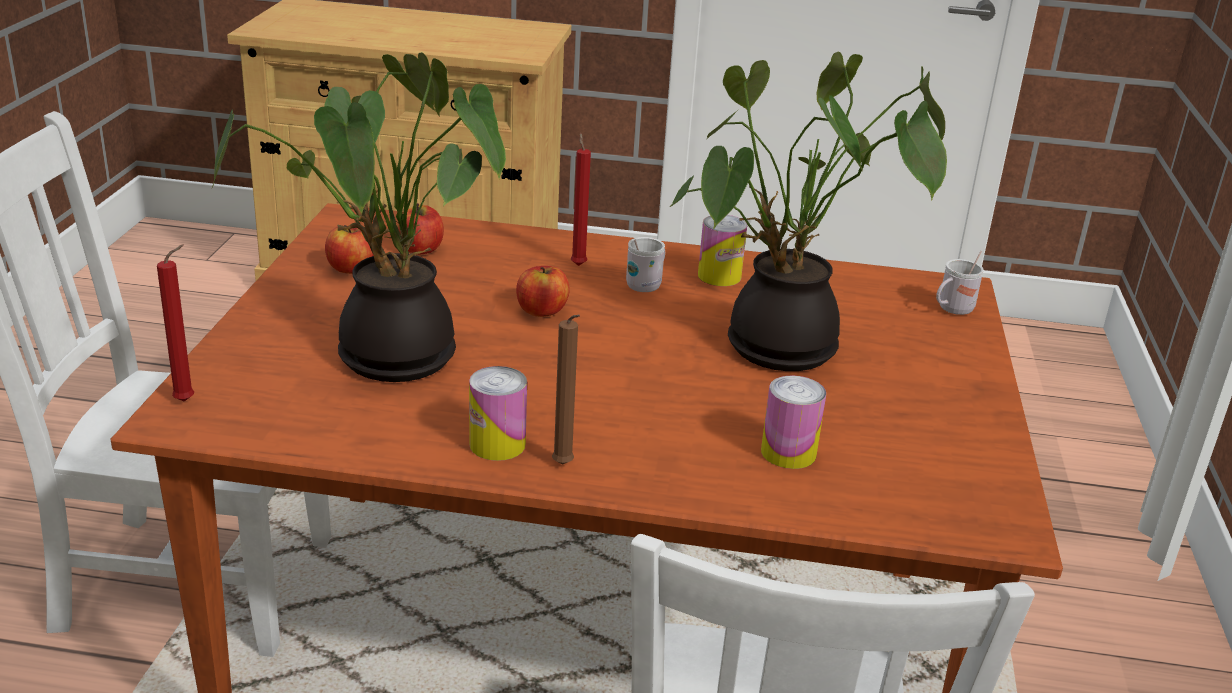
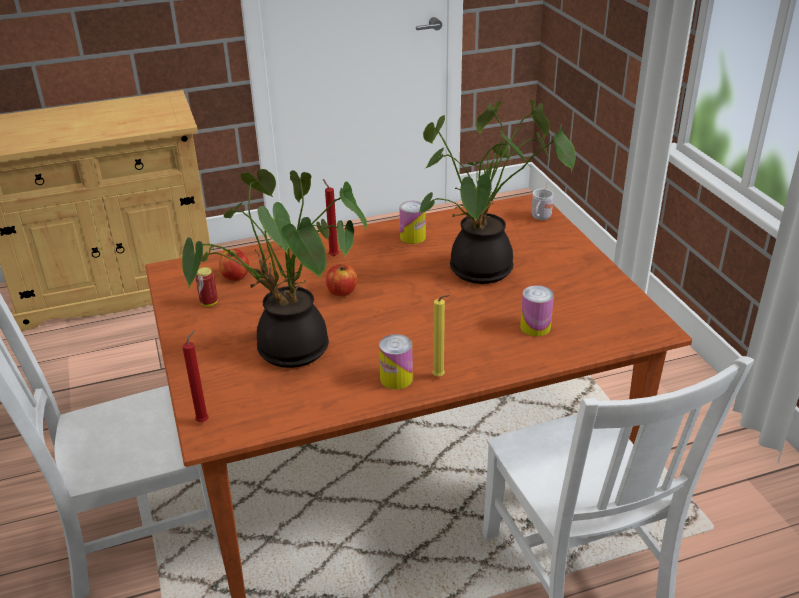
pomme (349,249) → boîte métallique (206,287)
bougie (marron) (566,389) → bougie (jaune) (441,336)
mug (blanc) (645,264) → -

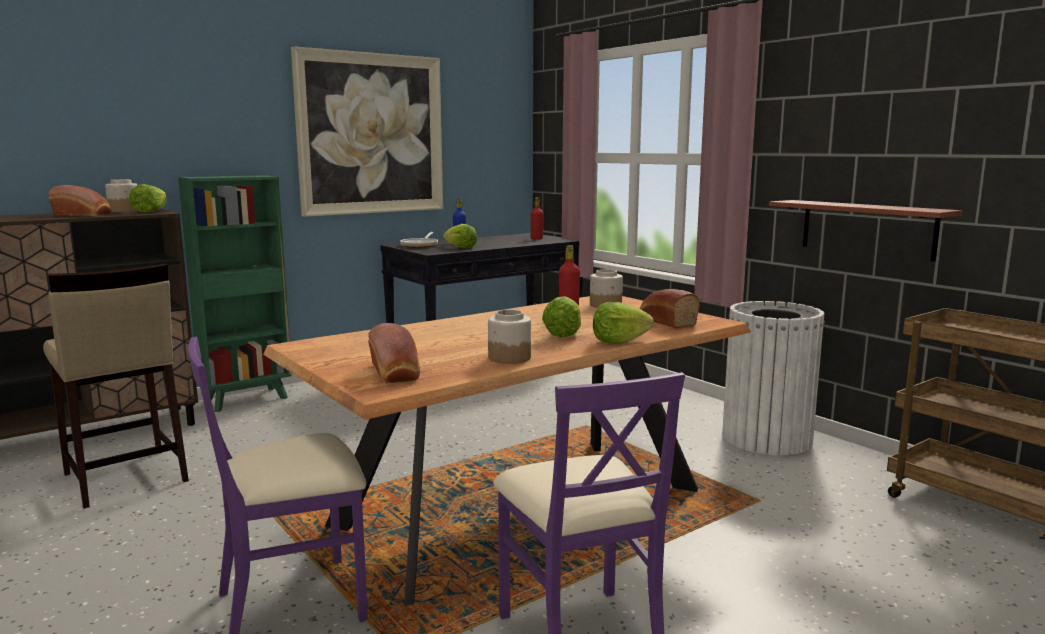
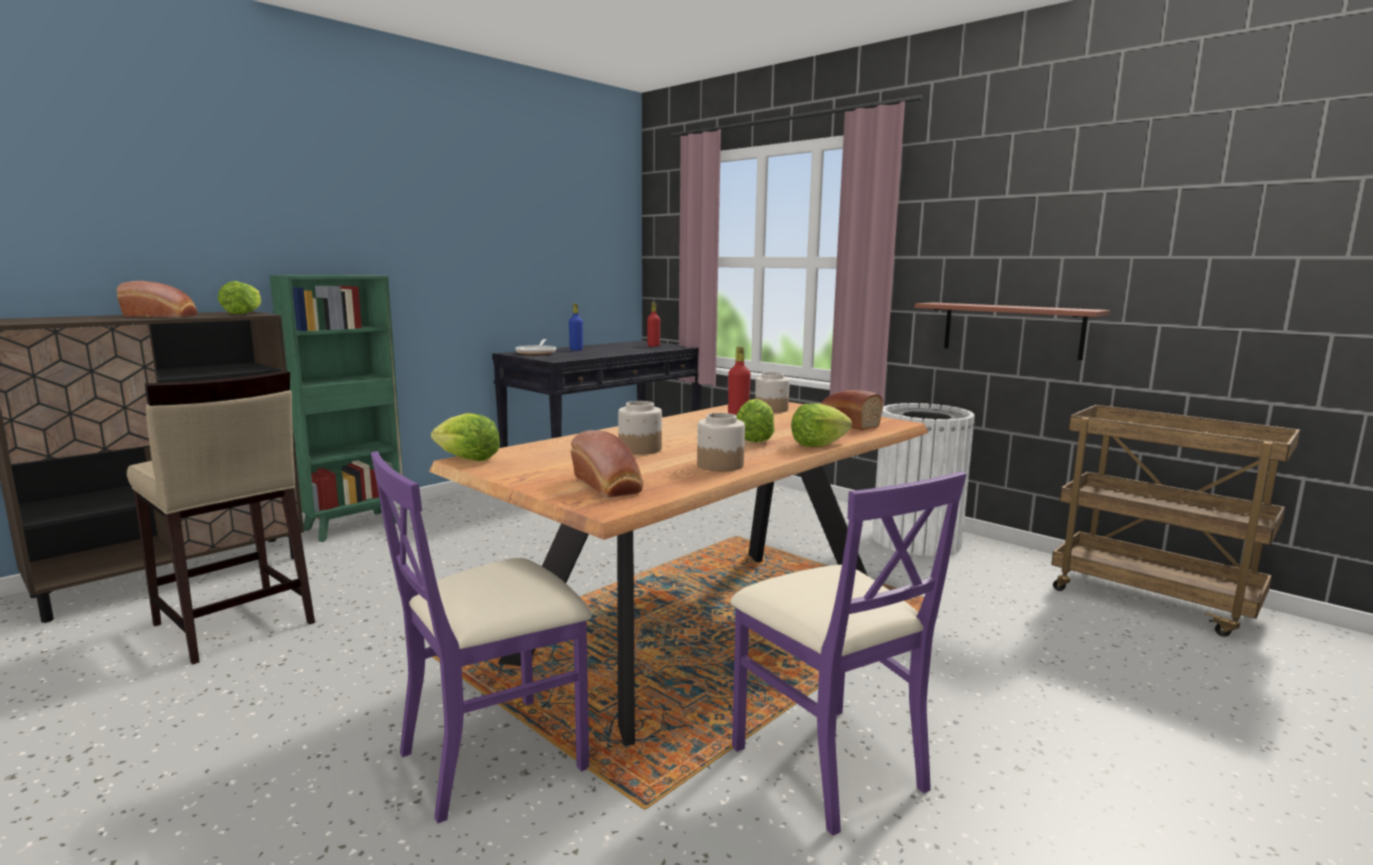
laitue (460,236) → laitue (465,437), relocated
bocal (121,195) → bocal (640,428), relocated
tableau (367,131) → -

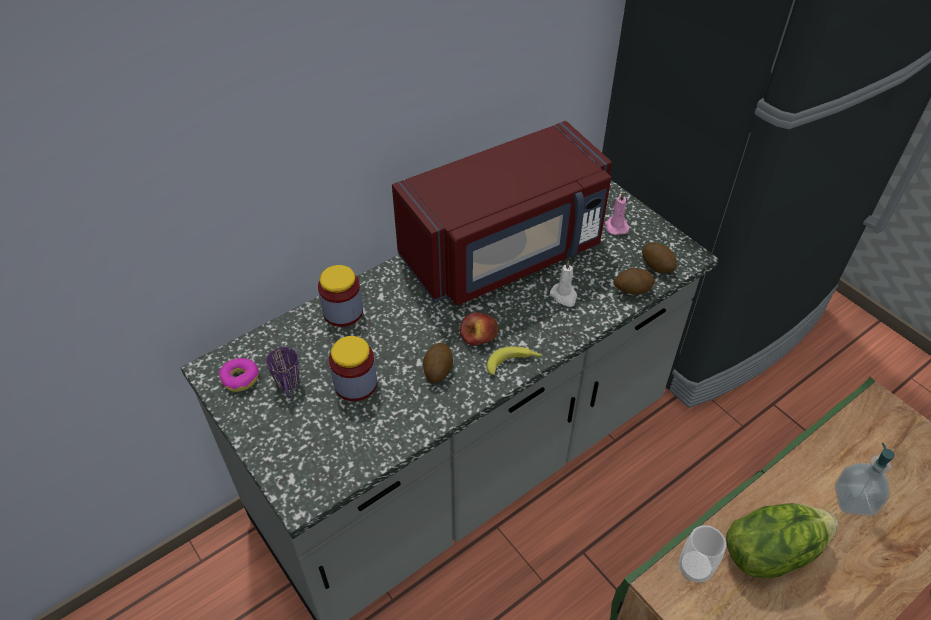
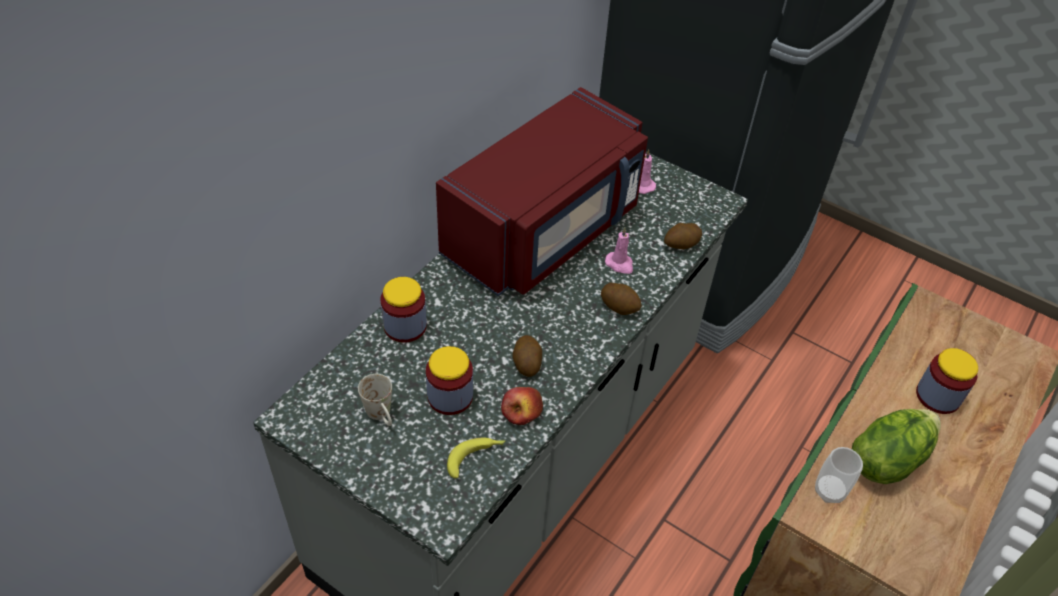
mug (violet) (282,372) → mug (blanc) (375,400)
banane (515,360) → banane (476,458), relocated
pomme (479,329) → pomme (522,406), relocated
pomme de terre (659,257) → pomme de terre (621,299), relocated
bougie (blanc) (563,283) → bougie (rose) (619,251)
distributeur de savon (865,479) → bocal (947,381)
beignet (239,375) → -

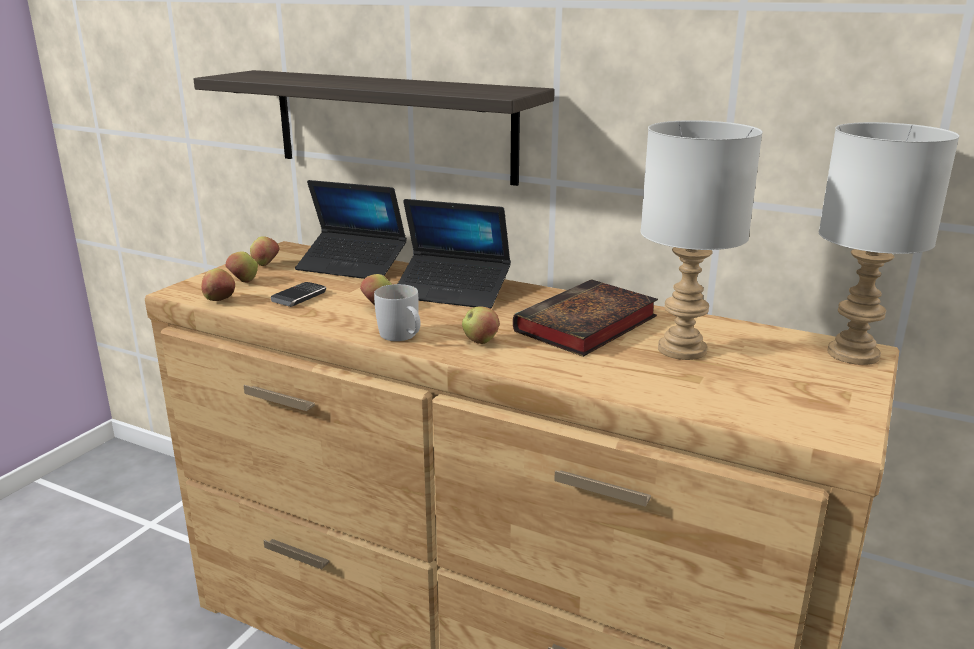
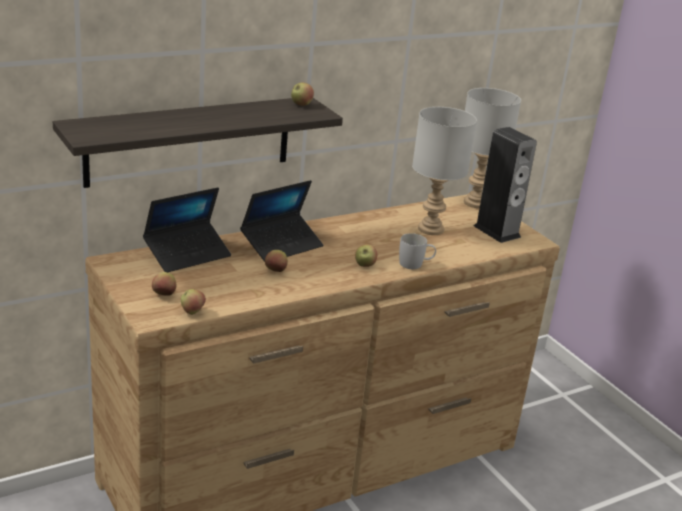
pomme (265,251) → pomme (302,94), relocated
mug (blanc) (397,312) → mug (blanc) (417,251), relocated
- → enceinte (505,185)
téléphone (298,294) → -
livre (585,318) → -

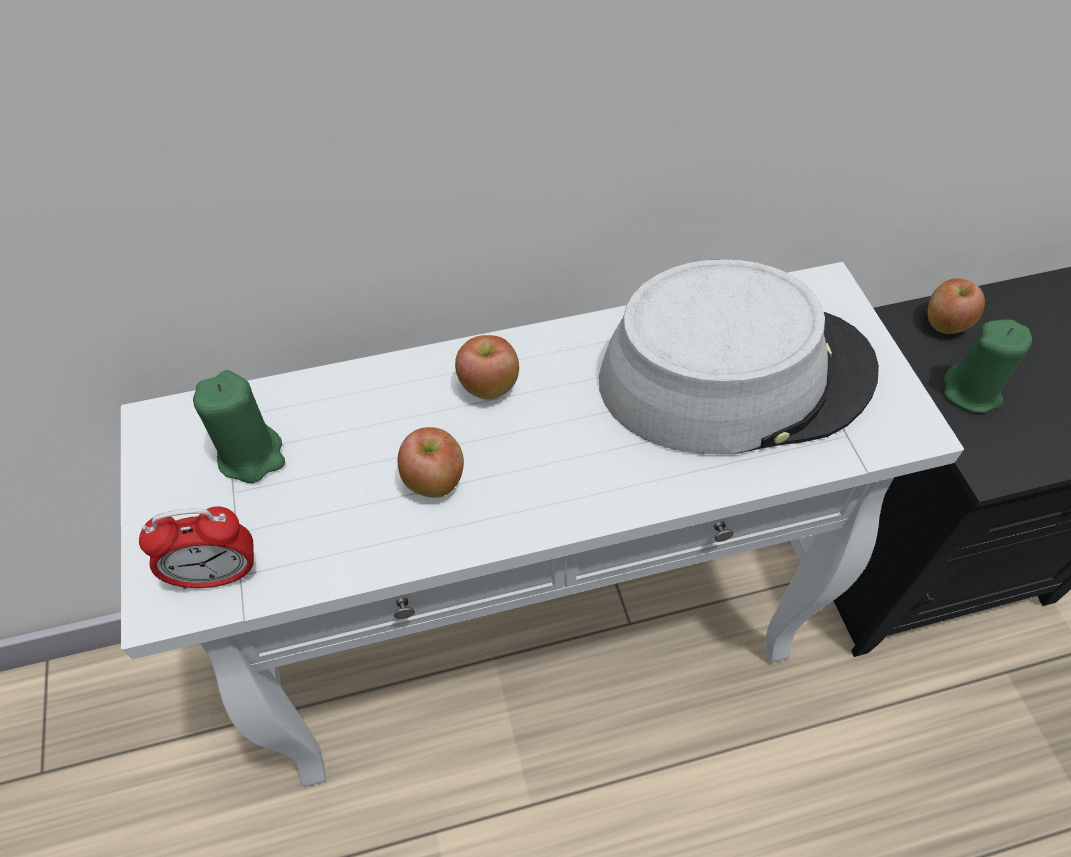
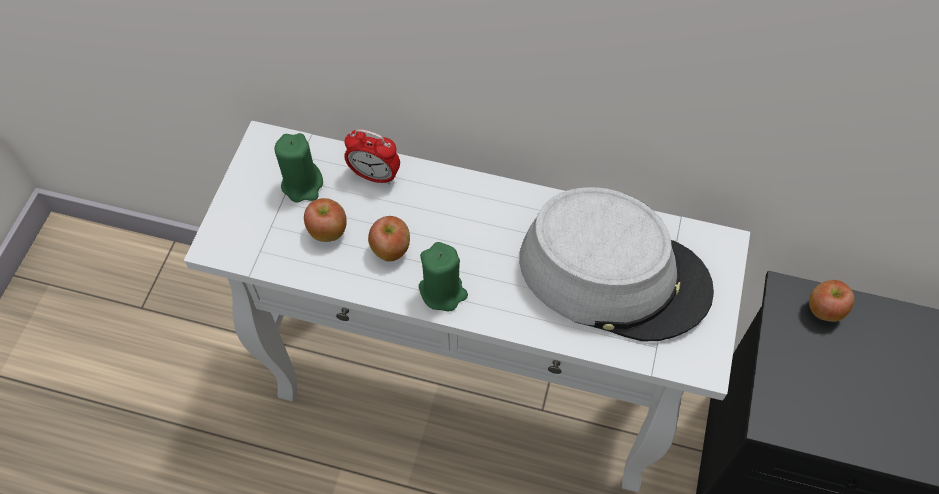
pomme (487,367) → pomme (325,220), relocated
réveil (196,547) → réveil (372,157), relocated
bougie (vert) (988,366) → bougie (vert) (443,276), relocated

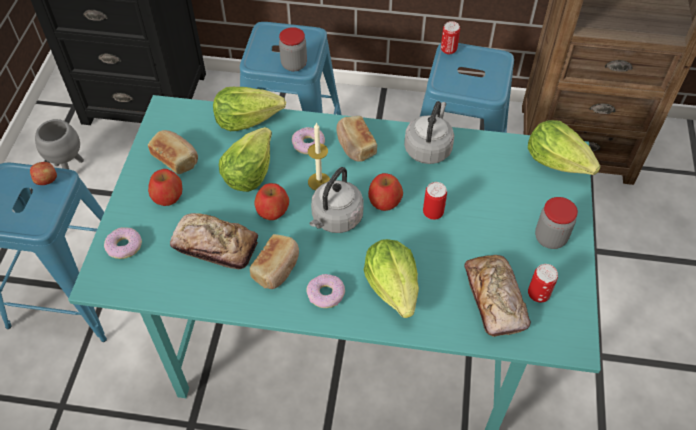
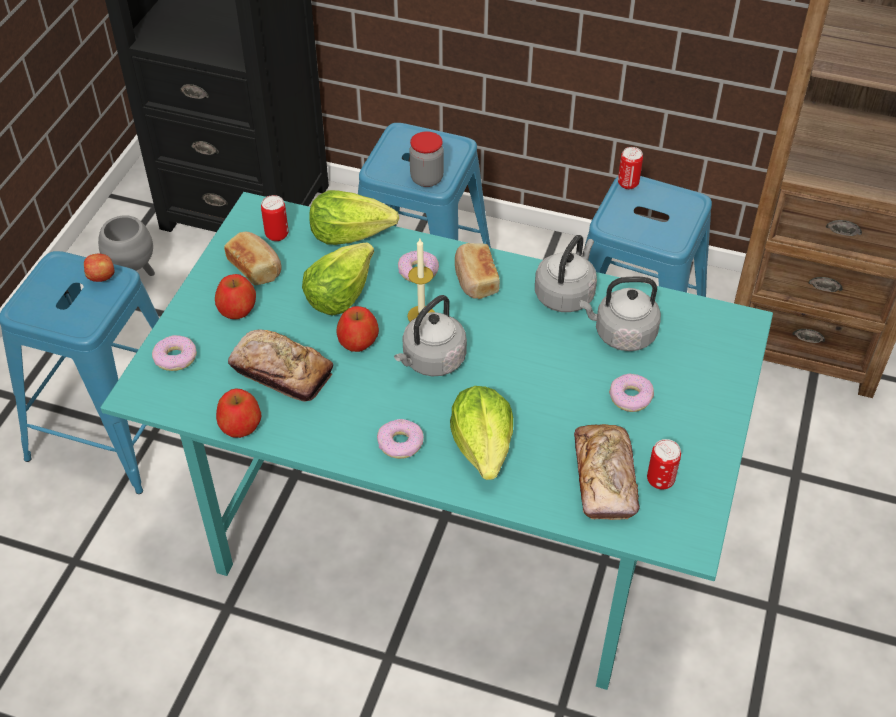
pomme (385,192) → pomme (238,413), relocated
boîte métallique (435,201) → boîte métallique (274,218), relocated
- → bouilloire (gris) (620,314)
- → beignet (631,393)
pain (274,261) → -
laitue (564,147) → -
bocal (556,223) → -

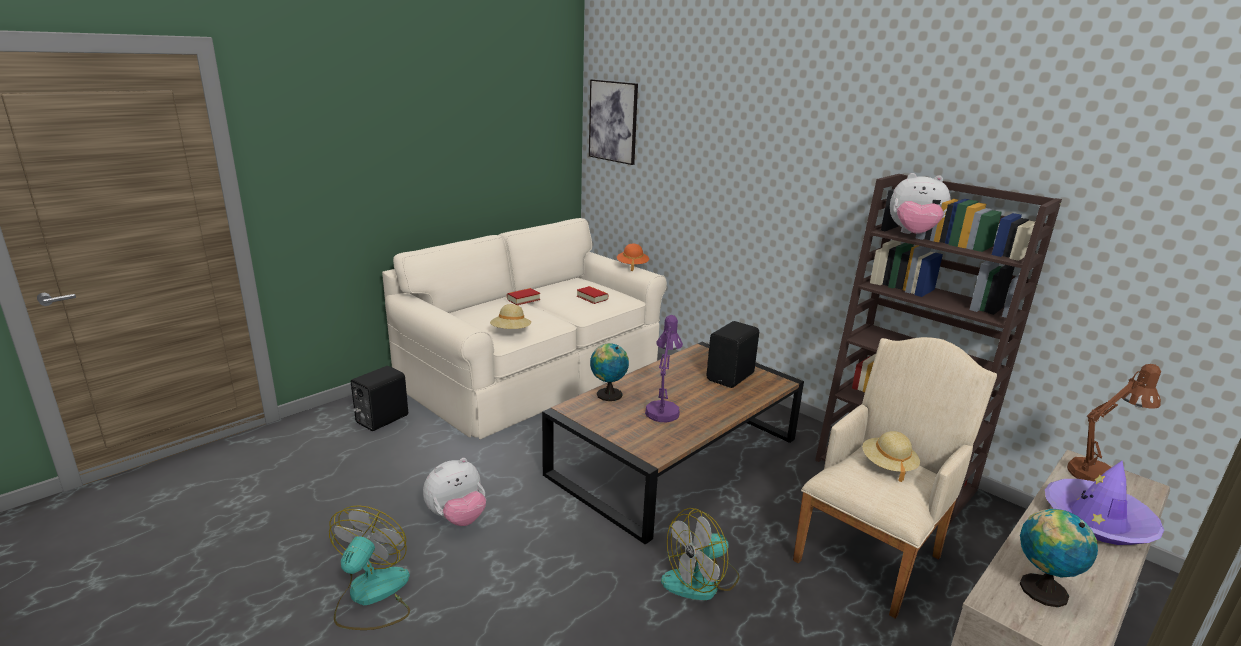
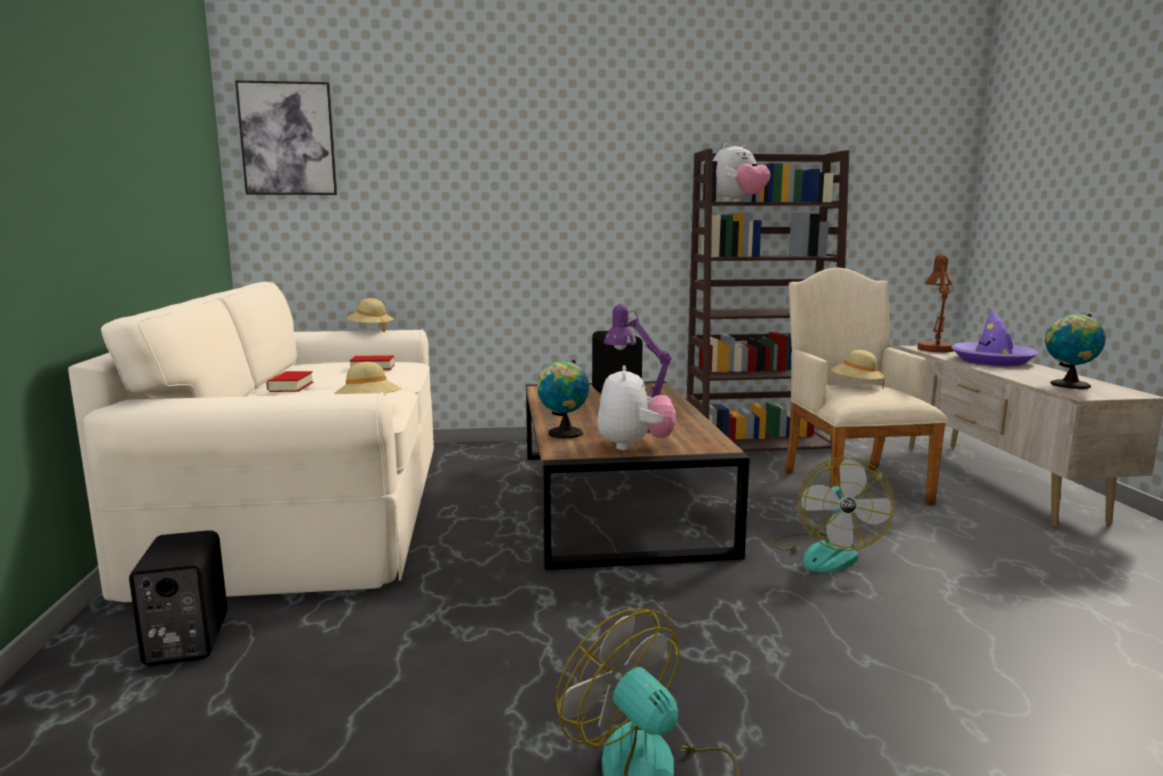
chapeau (orange) (633,257) → chapeau (beige) (370,315)
peluche (454,492) → peluche (636,407), relocated

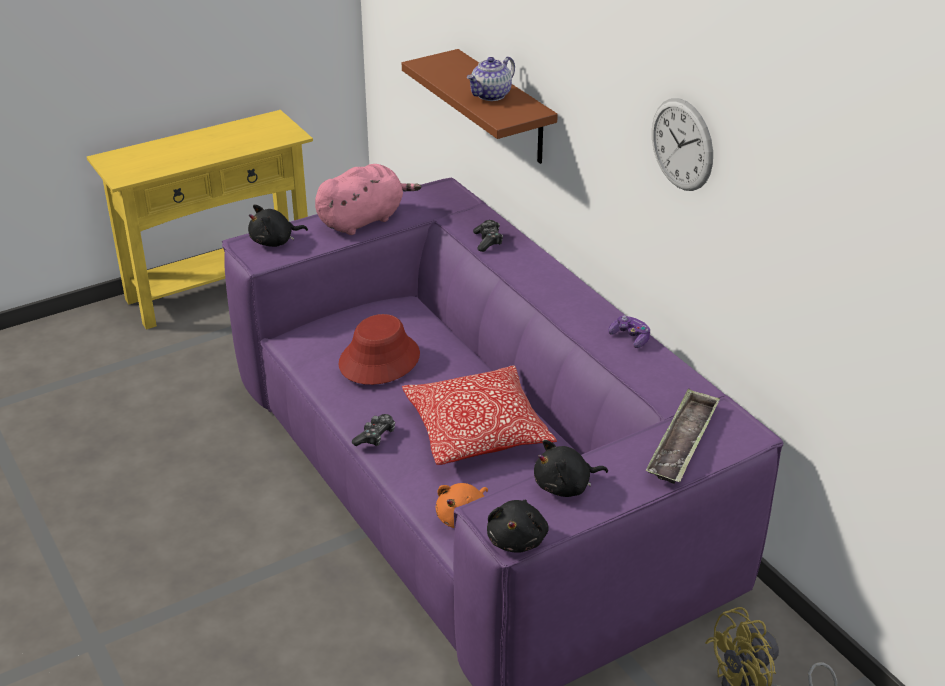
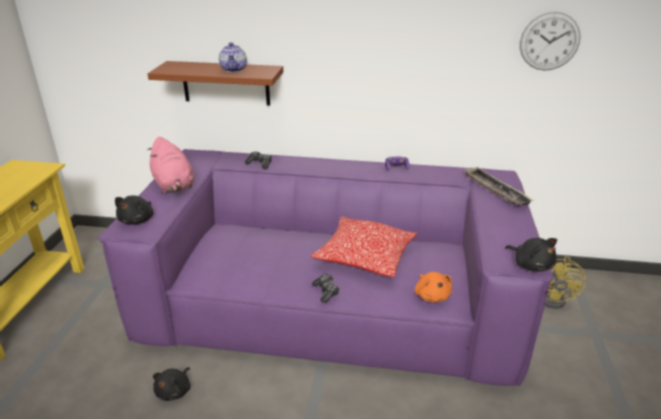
peluche (rose) (368,199) → peluche (rose) (170,165), 150 degrees clockwise
peluche (noir) (571,468) → peluche (noir) (171,384), relocated
horloge murale (682,144) → horloge murale (550,41), relocated
chapeau (rouge) (379,349) → -

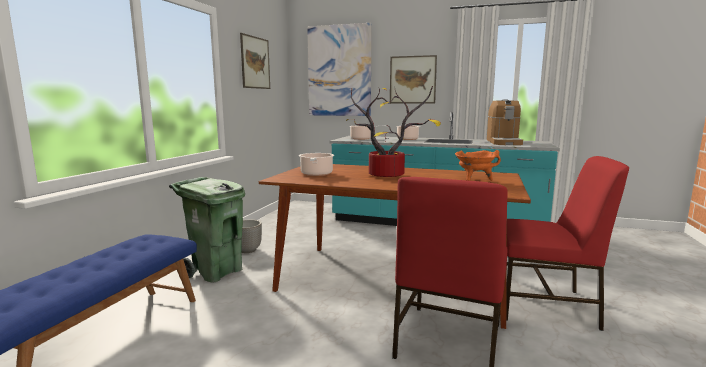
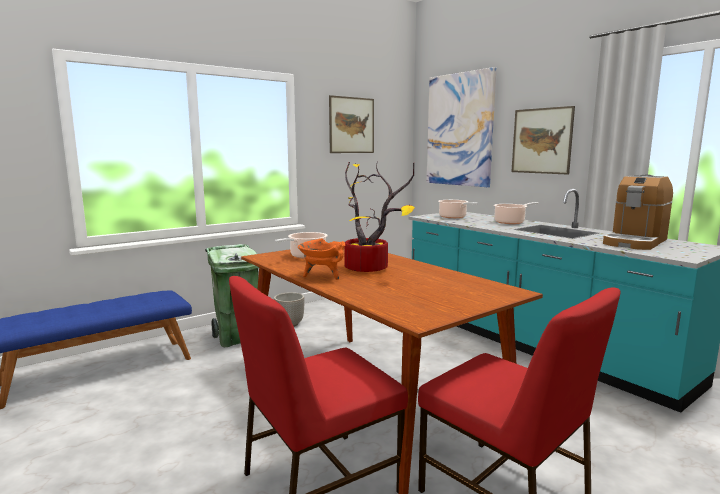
marmite (orange) (478,165) → marmite (orange) (321,259), relocated

